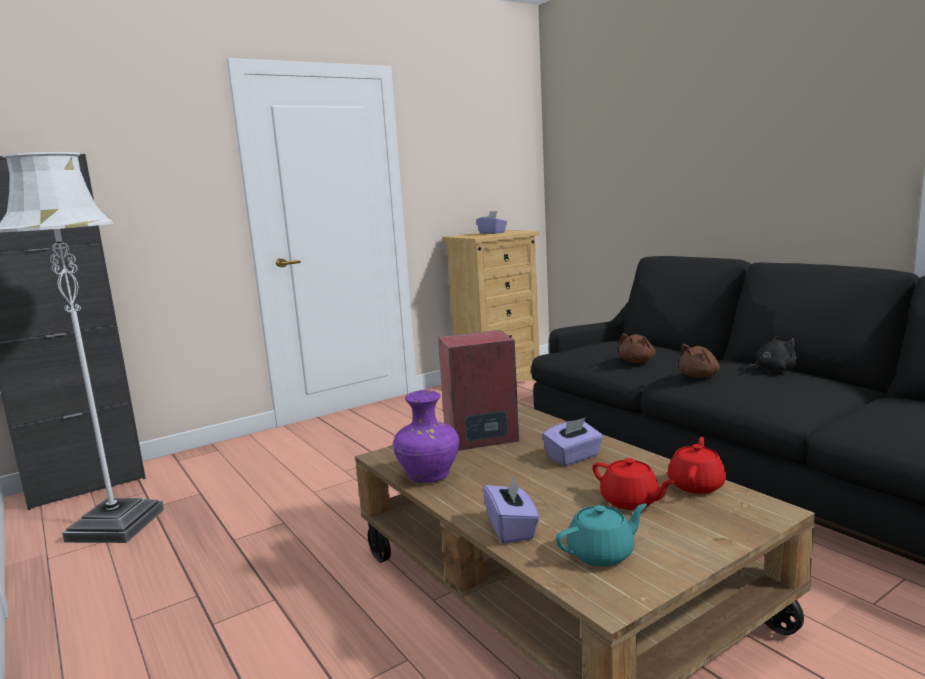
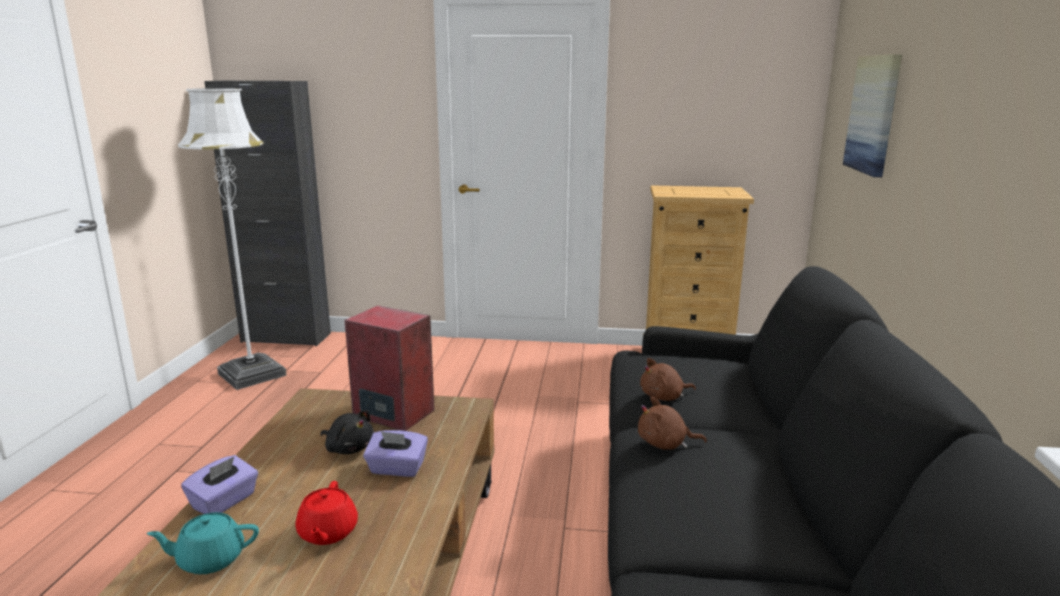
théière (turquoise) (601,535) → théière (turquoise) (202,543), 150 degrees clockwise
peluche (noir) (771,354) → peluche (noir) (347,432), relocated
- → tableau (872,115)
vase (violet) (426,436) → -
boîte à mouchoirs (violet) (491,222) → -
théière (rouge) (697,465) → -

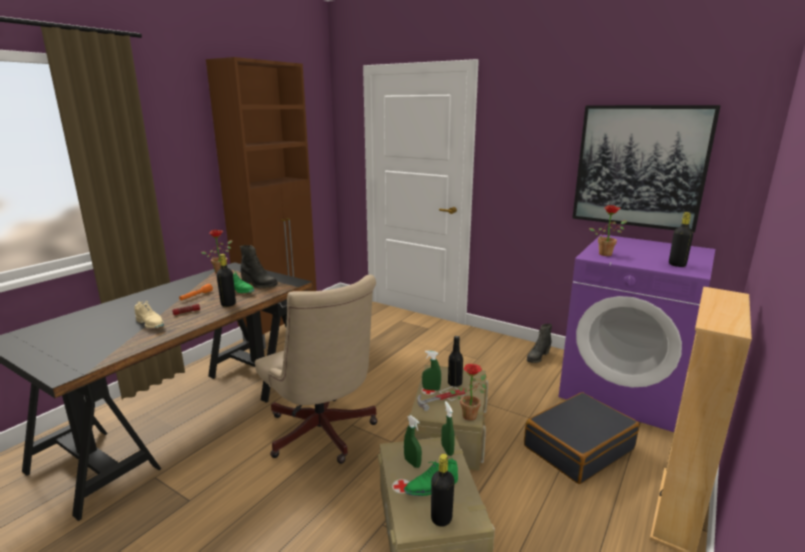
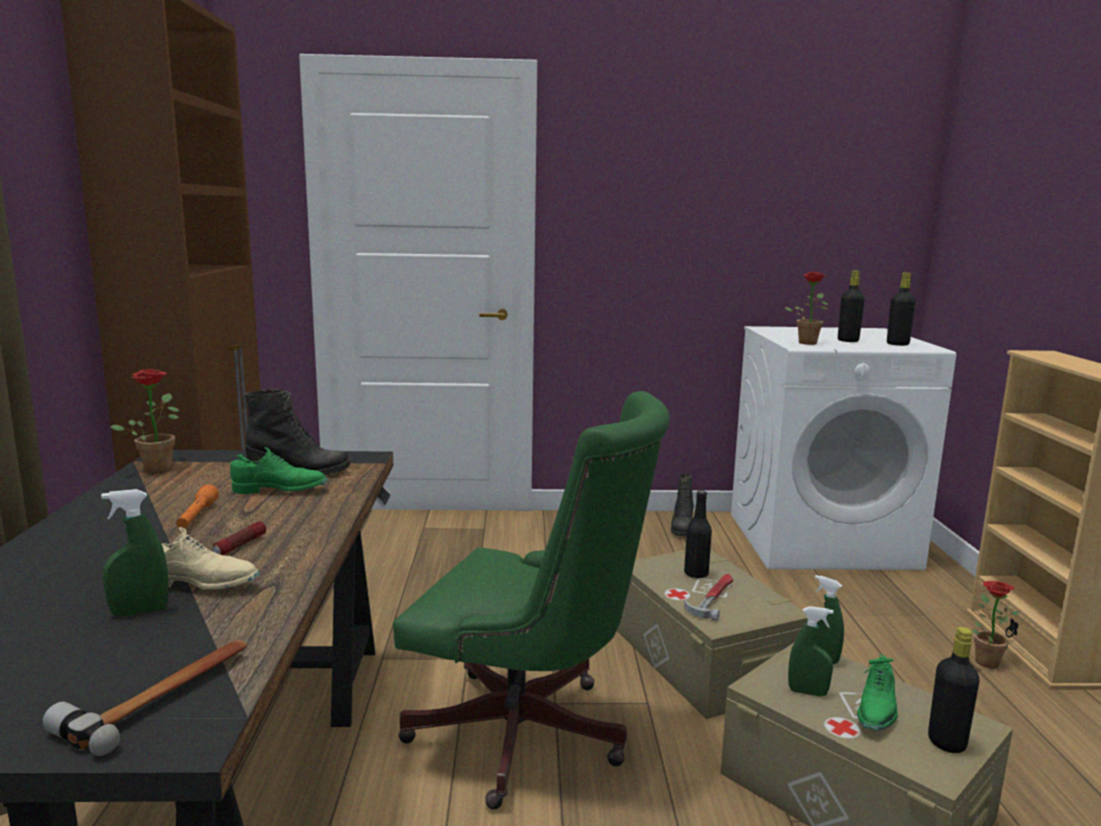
- → marteau (145,698)
vaporisateur (vert) (431,371) → vaporisateur (vert) (135,552), relocated
chaise de bureau (beige) (316,369) → chaise de bureau (vert) (531,600)
lave-linge (violet) (637,333) → lave-linge (blanc) (843,448)
bouteille (noir) (226,280) → bouteille (noir) (851,306), relocated
plante en pot (468,392) → plante en pot (995,624), relocated
valise (noir) (581,438) → -
tableau (646,169) → -

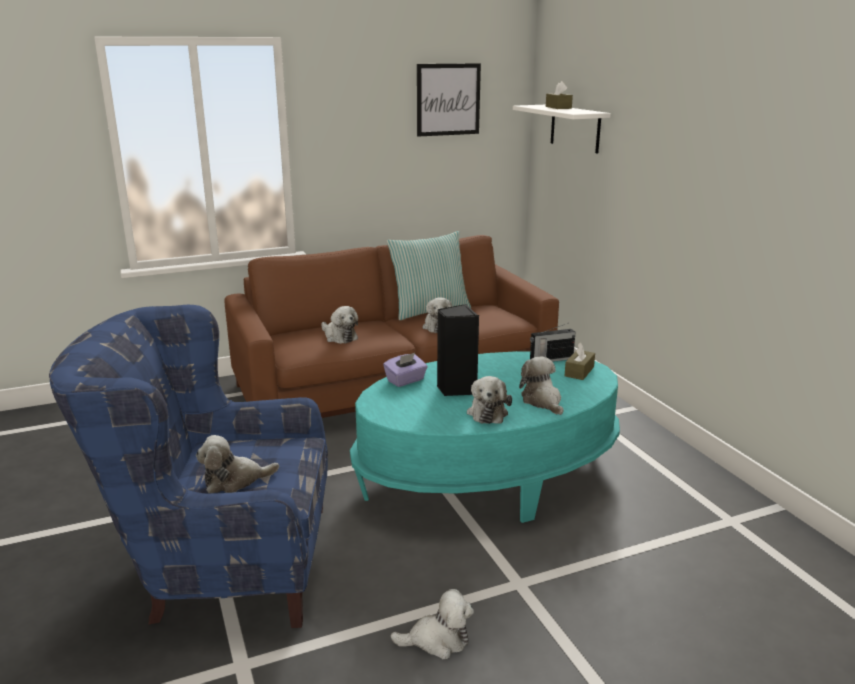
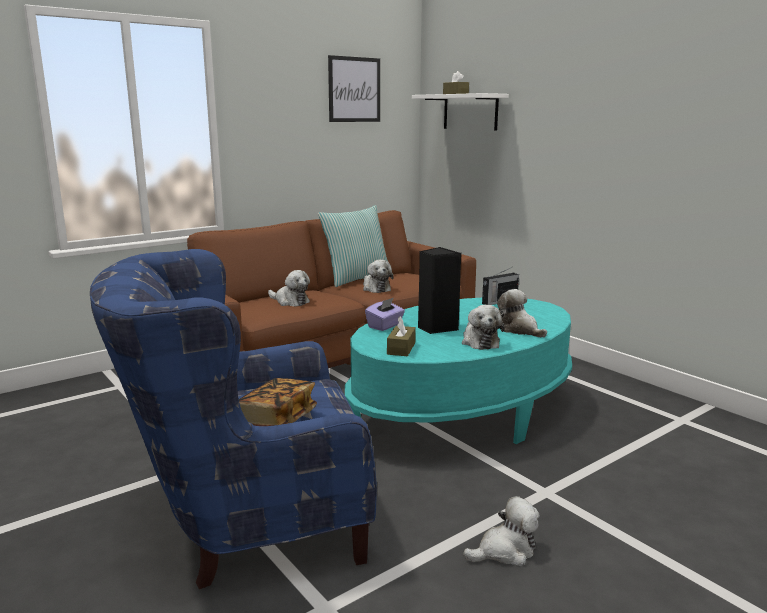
peluche (237,464) → livre (278,402)
boîte à mouchoirs (marron) (580,361) → boîte à mouchoirs (marron) (401,336), relocated

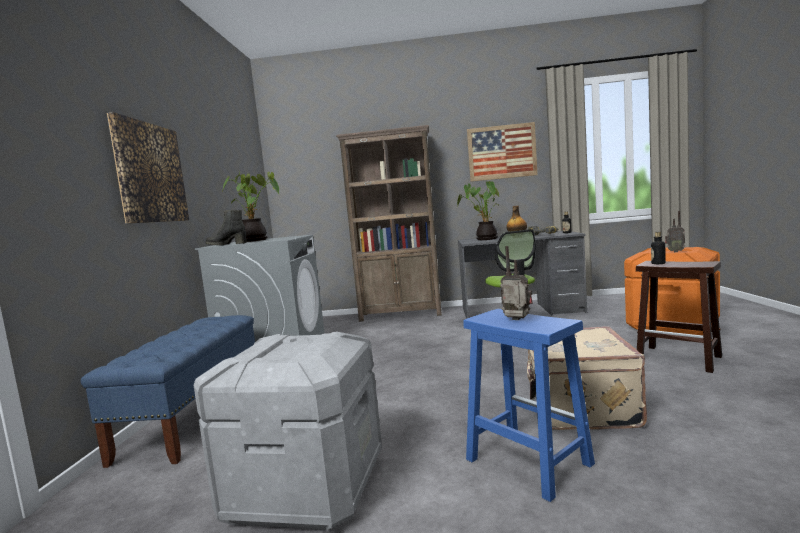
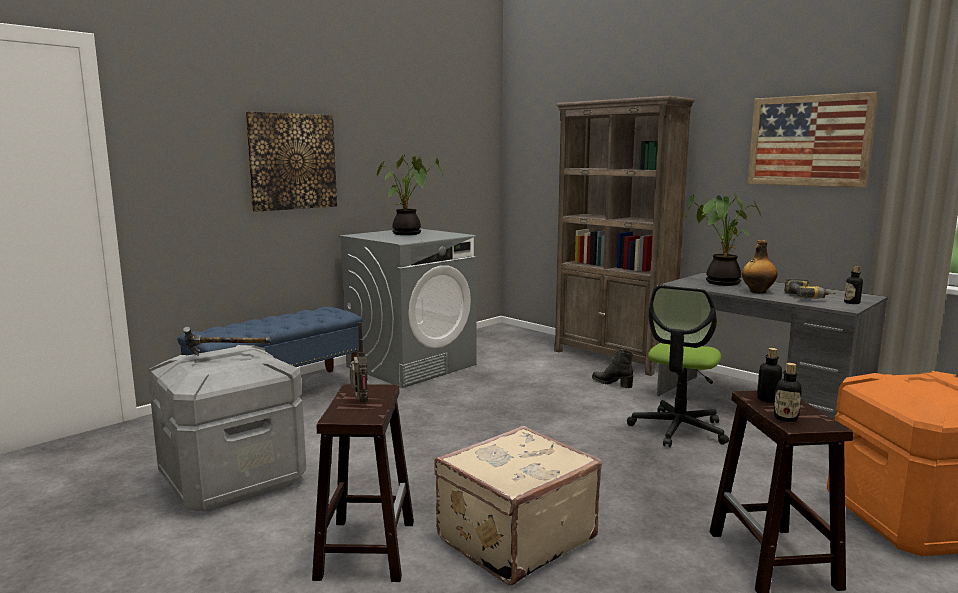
- → marteau (227,341)
tabouret (bleu) (529,405) → tabouret (marron) (363,483)
botte (noir) (226,227) → botte (noir) (613,368), relocated
- → bouteille (788,392)
radio (675,231) → -

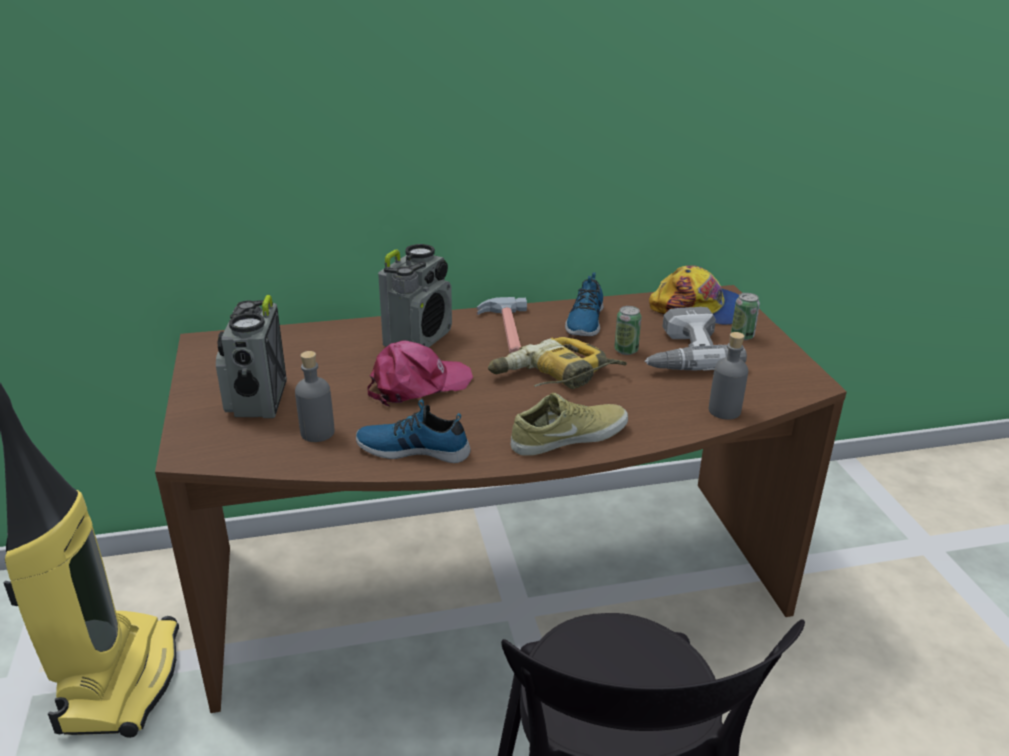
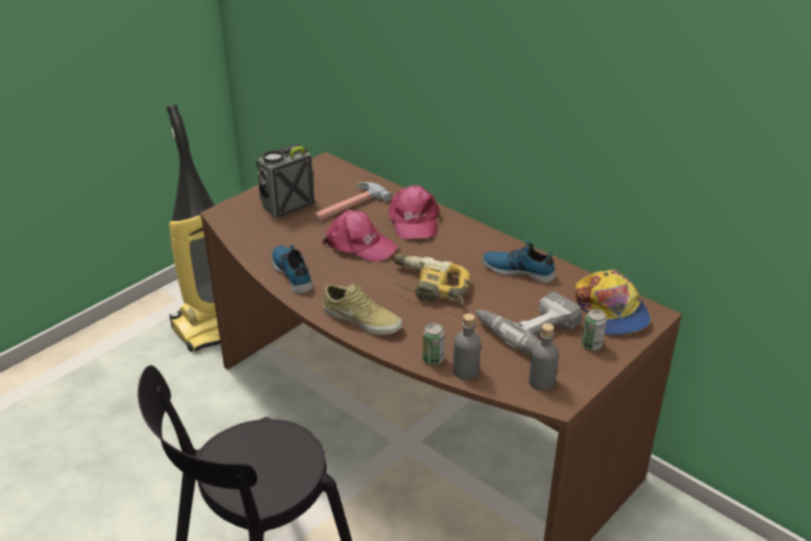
marteau (502,325) → marteau (353,201), relocated
radio (415,296) → casquette (rose) (414,212)
boîte métallique (627,330) → boîte métallique (434,344), relocated
chaussure (584,304) → chaussure (519,261), 45 degrees clockwise
bouteille (gris) (315,396) → bouteille (gris) (544,357), relocated

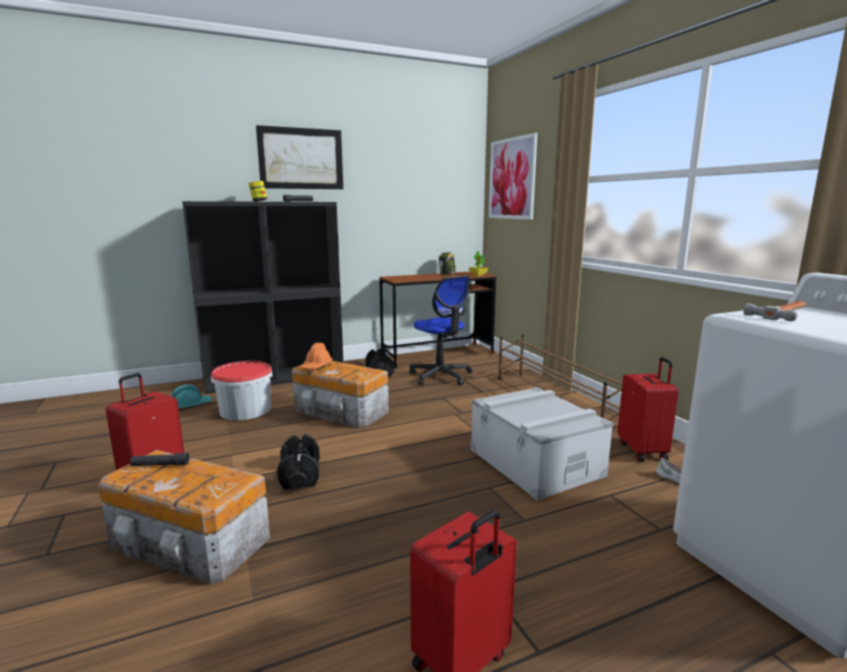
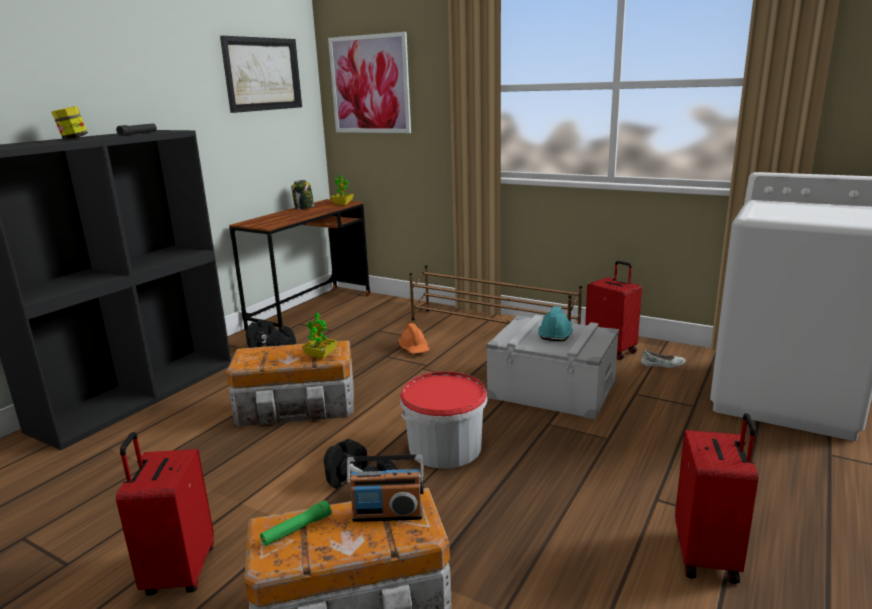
tableau (299,157) → tableau (261,74), relocated
lampe de poche (noir) (159,459) → lampe de poche (vert) (295,523)
- → plante en pot (320,336)
- → radio (385,488)
casque de chantier (orange) (316,356) → casque de chantier (orange) (413,338), relocated
seau (242,390) → seau (443,420), relocated
casque de chantier (turquoise) (192,397) → casque de chantier (turquoise) (555,323), relocated
chaise de bureau (441,330) → -
marteau (775,311) → -

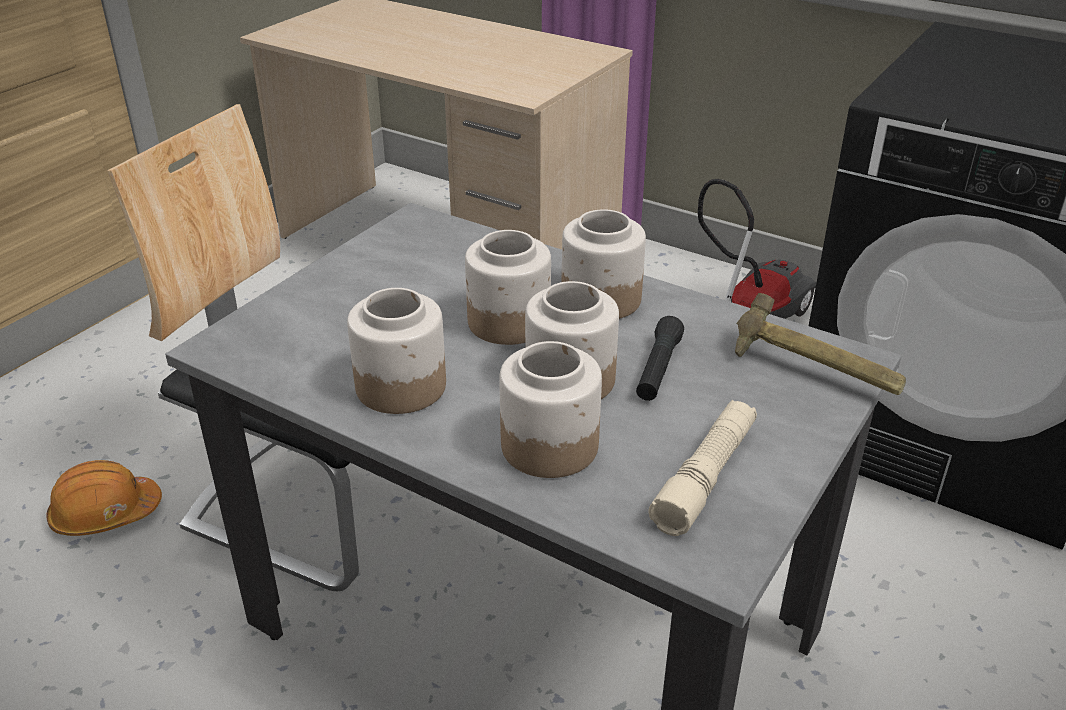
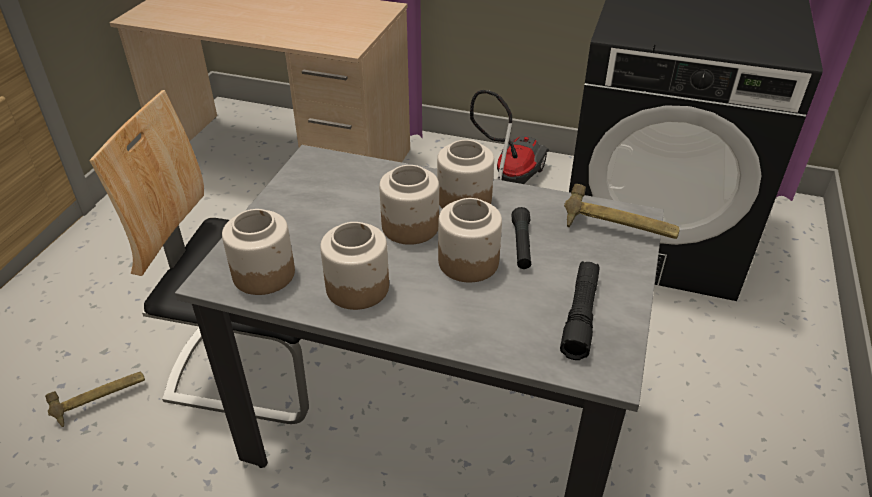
casque de chantier (orange) (104,498) → marteau (95,399)
bocal (550,409) → bocal (258,252), relocated
lampe de poche (beige) (703,468) → lampe de poche (noir) (580,310)

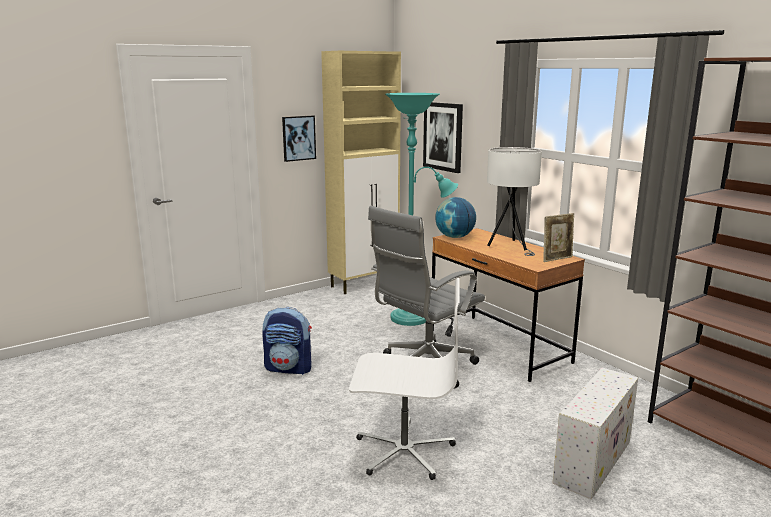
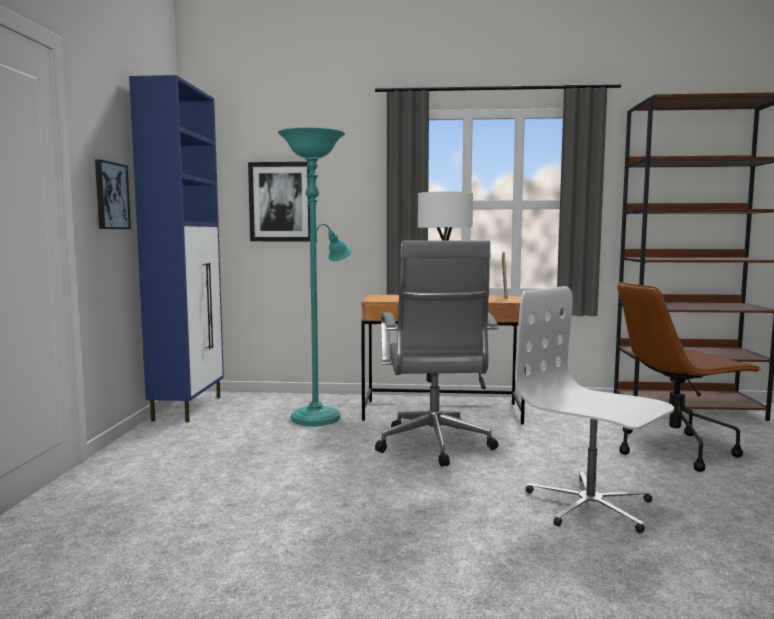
meuble de rangement (beige) (361,172) → meuble de rangement (bleu) (176,248)
chaise de bureau (blanc) (404,379) → chaise de bureau (blanc) (594,409), 90 degrees counterclockwise
boîte de rangement (blanc) (595,433) → chaise de bureau (marron) (689,377)
sac à dos (287,341) → -
globe (455,217) → -

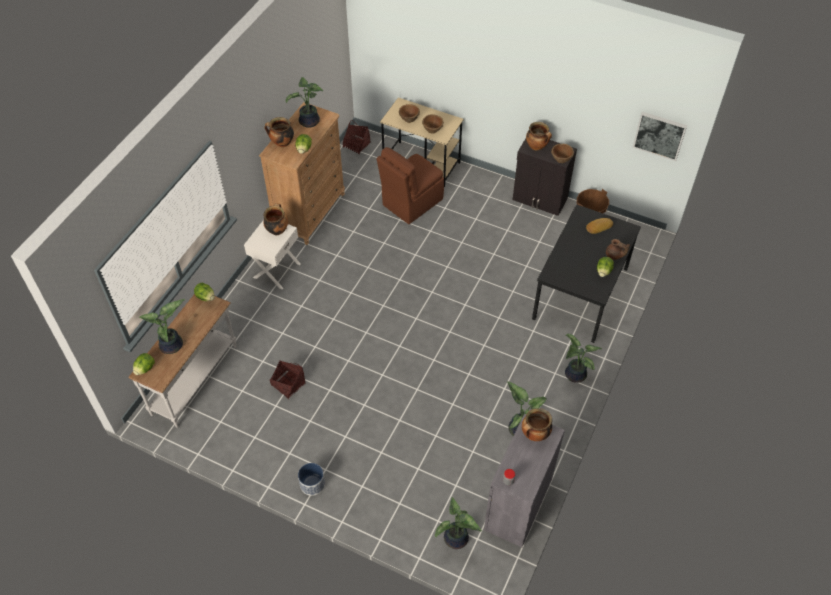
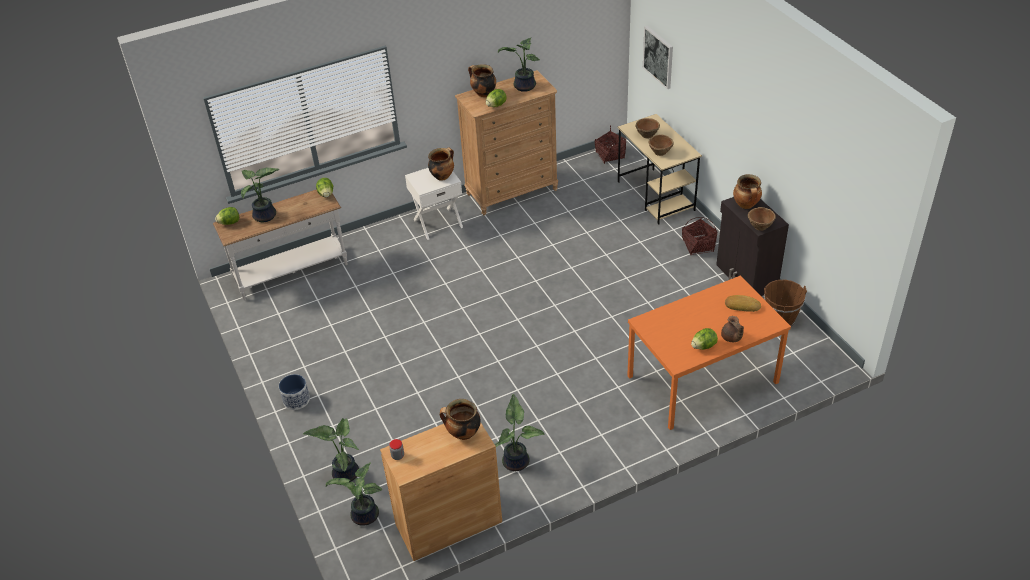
plante en pot (583,358) → plante en pot (331,450), relocated
meuble de rangement (gris) (524,480) → meuble de rangement (marron) (441,492)
table à manger (noir) (586,273) → table à manger (orange) (709,353)
tableau (659,136) → tableau (658,57), relocated
panier (287,379) → panier (699,236), relocated
chaise (marron) (410,185) → -

